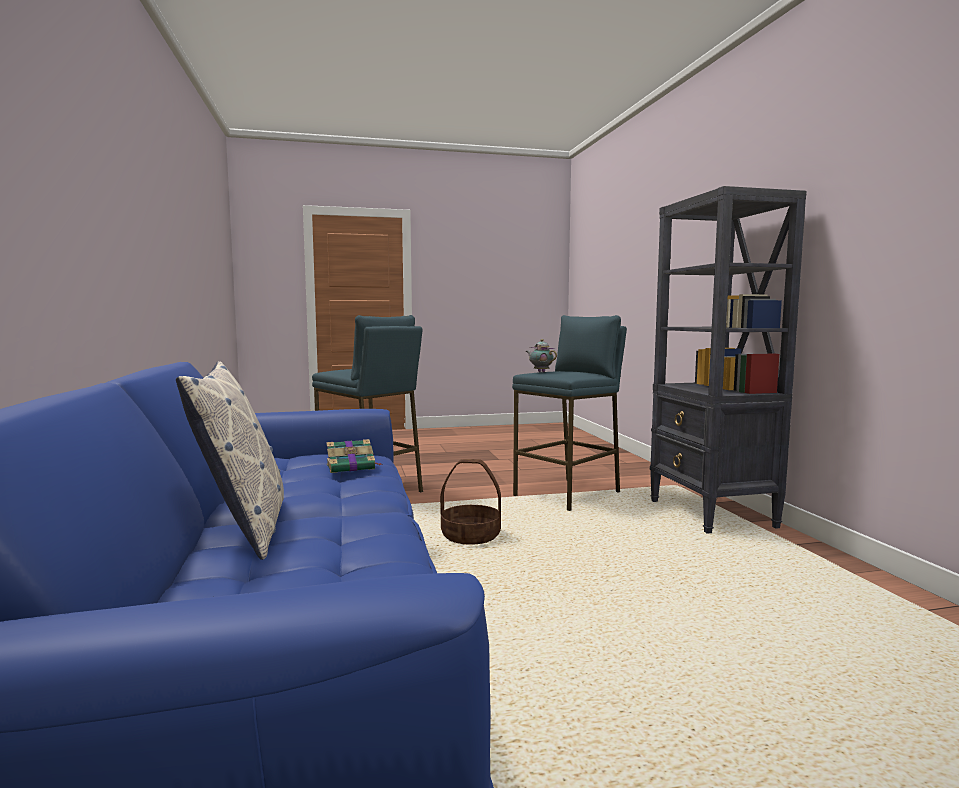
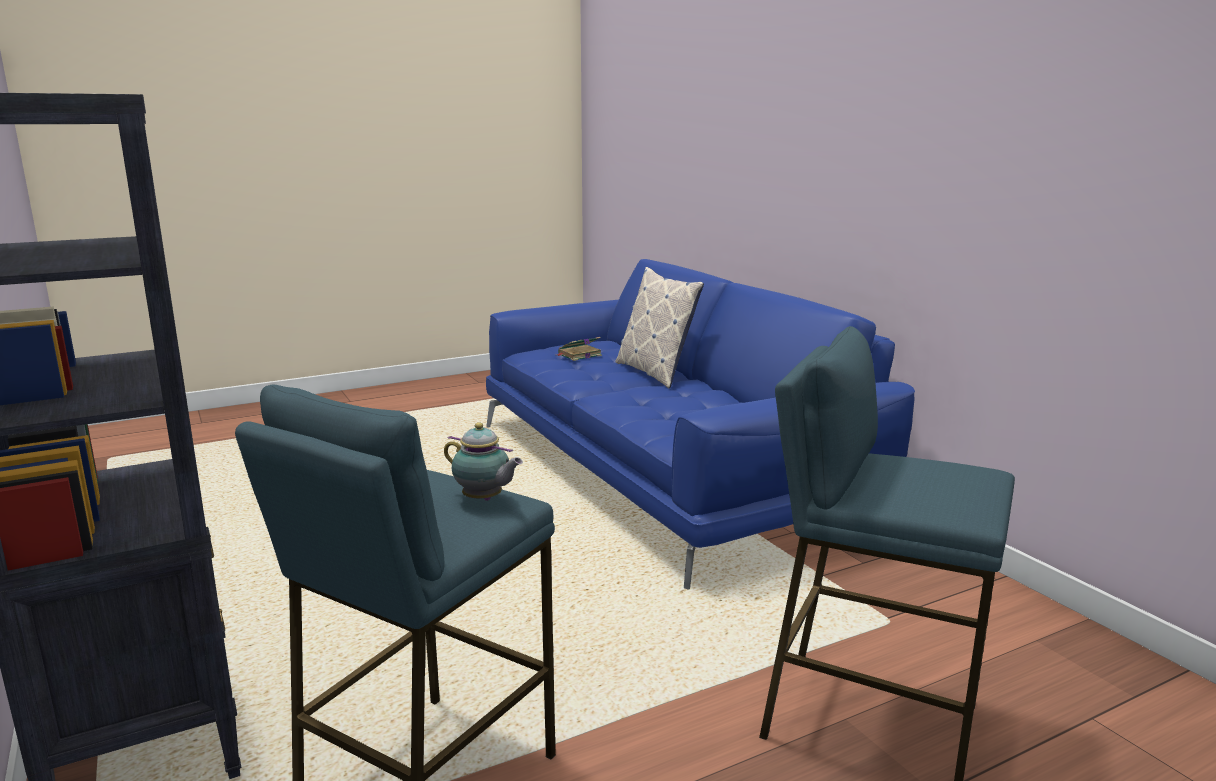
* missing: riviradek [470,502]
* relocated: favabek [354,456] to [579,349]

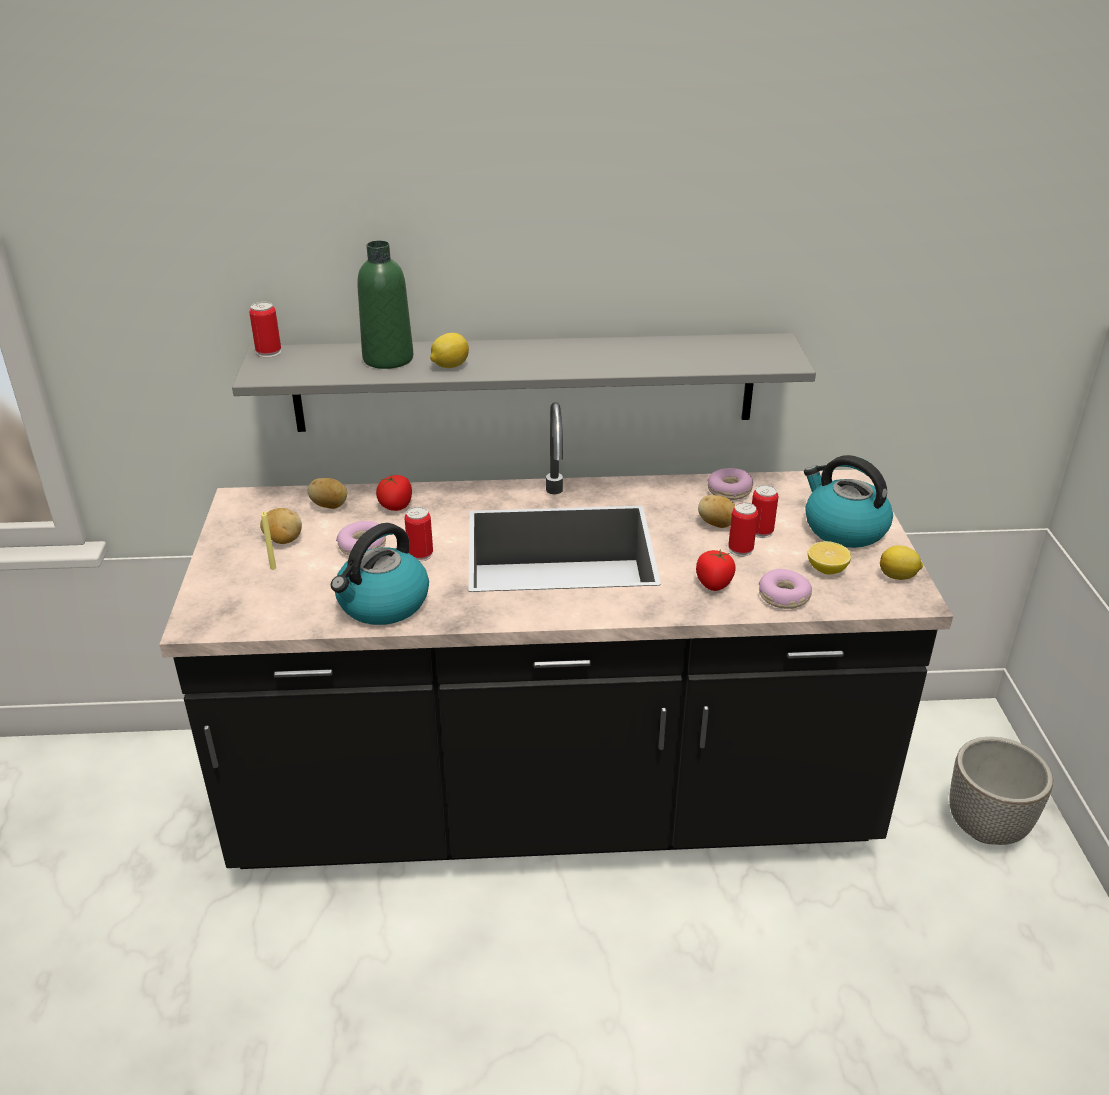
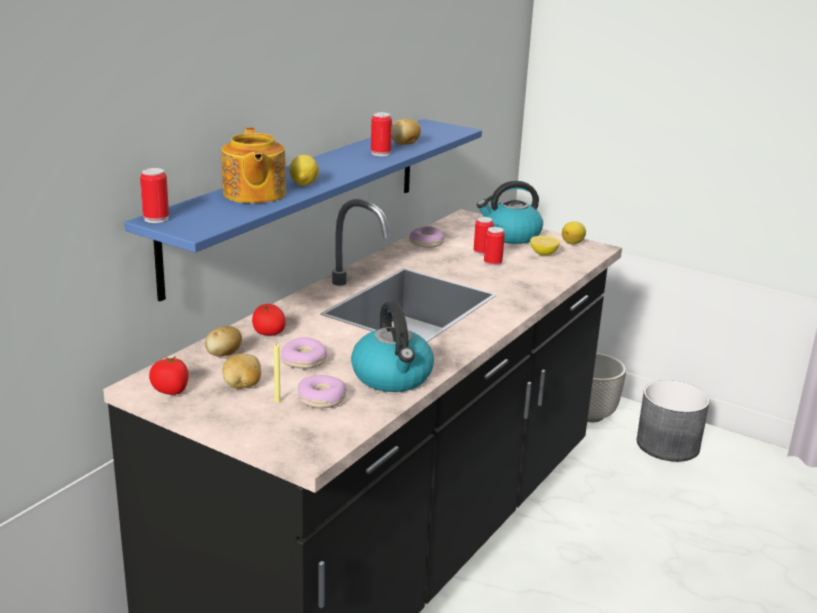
* appeared: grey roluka [673,421]
* relocated: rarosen [419,534] to [381,134]
* relocated: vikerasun [716,570] to [169,375]
* relocated: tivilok [716,511] to [406,132]
* relocated: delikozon [785,589] to [322,391]
* exchanged: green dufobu [385,305] to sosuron [253,165]
* colour: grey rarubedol [524,382] to blue rarubedol [303,210]

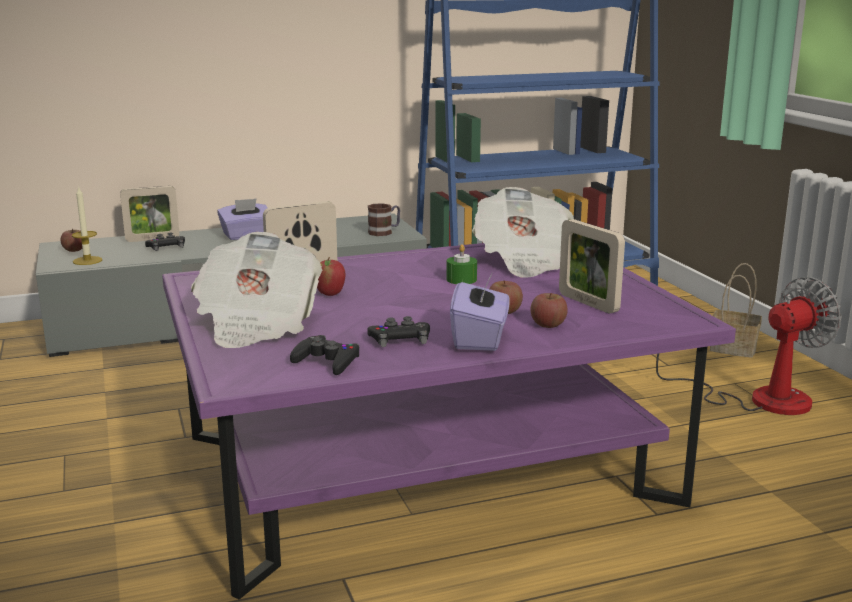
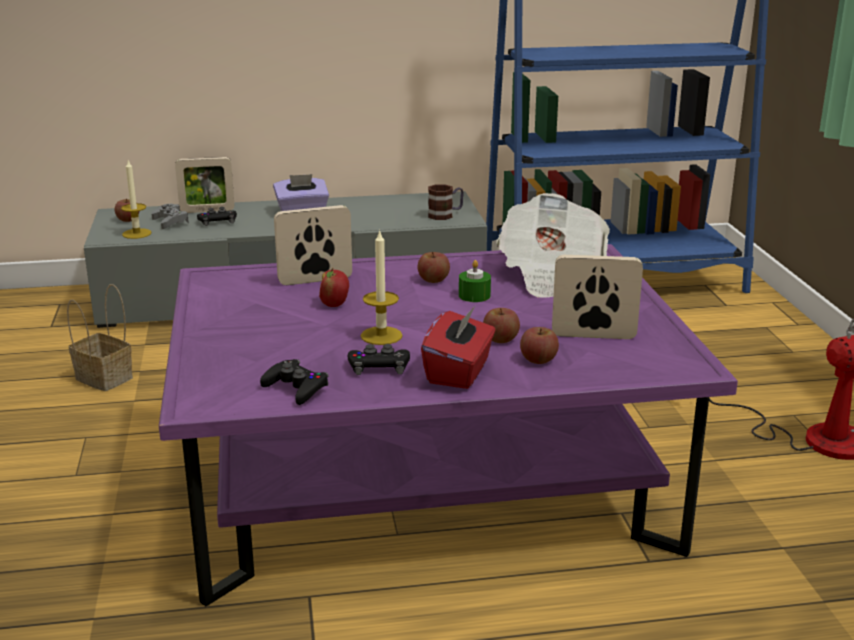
* missing: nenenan [256,290]
* appeared: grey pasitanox [170,216]
* appeared: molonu [382,287]
* appeared: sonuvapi [433,267]
* relocated: riviradek [736,310] to [100,337]
* colour: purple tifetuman [480,311] to red tifetuman [458,347]
* spun: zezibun [592,266] = [597,297] 120 degrees clockwise

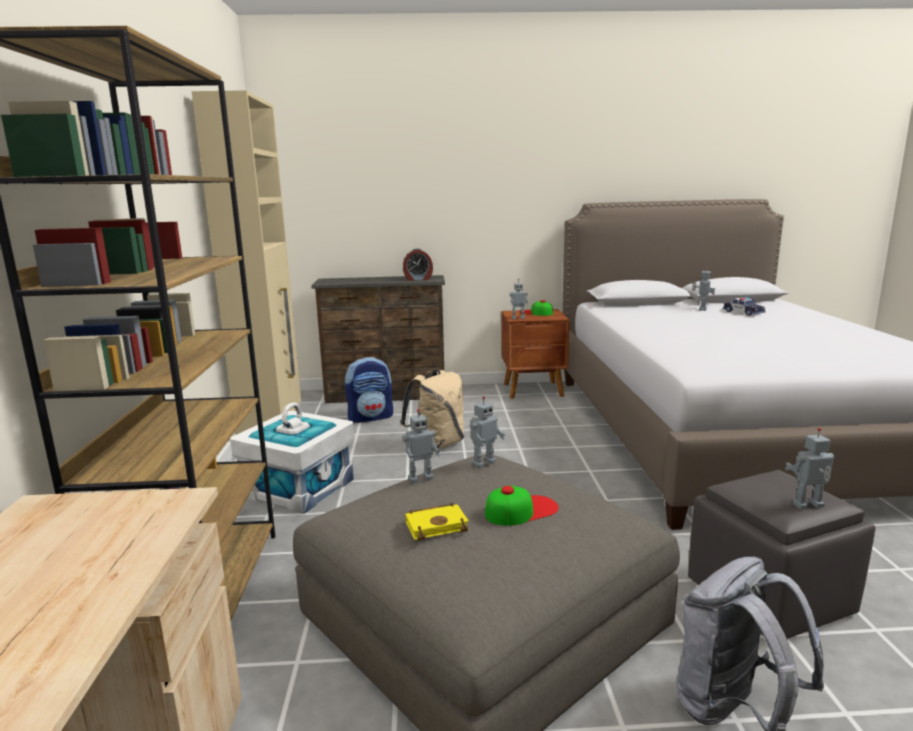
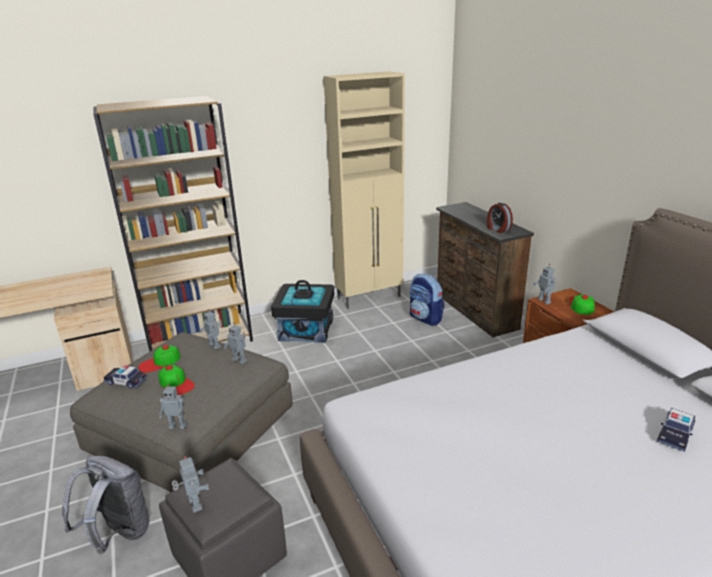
* missing: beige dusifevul [432,410]
* appeared: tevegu [125,377]
* relocated: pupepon [704,288] to [173,406]
* exchanged: yellow favabek [437,522] to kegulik [159,359]
* colour: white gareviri [292,458] to black gareviri [303,311]

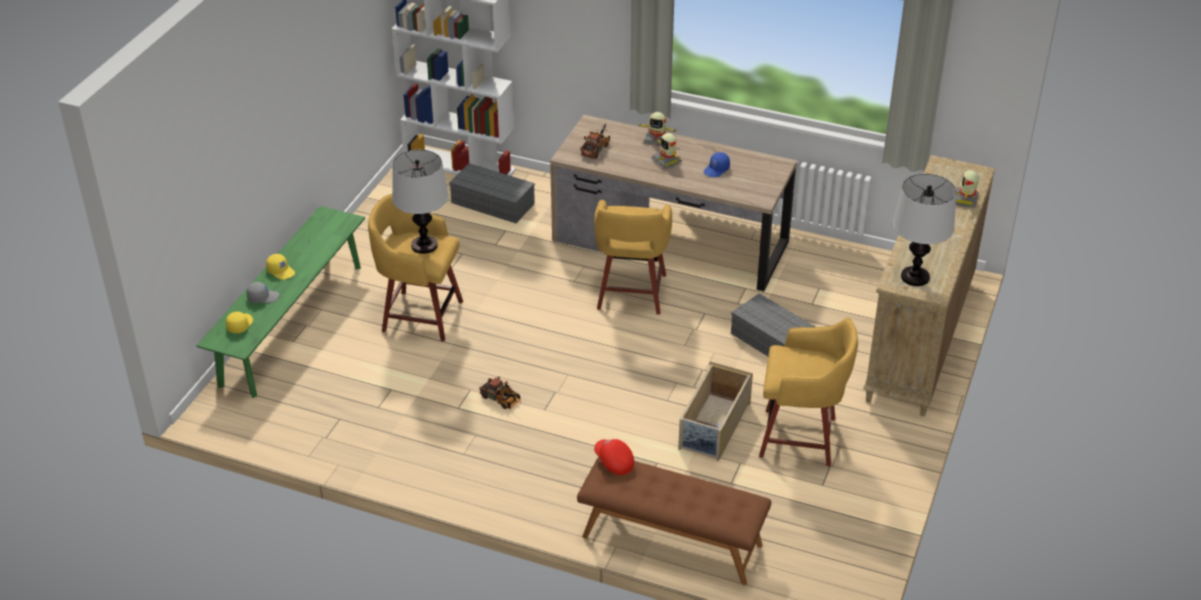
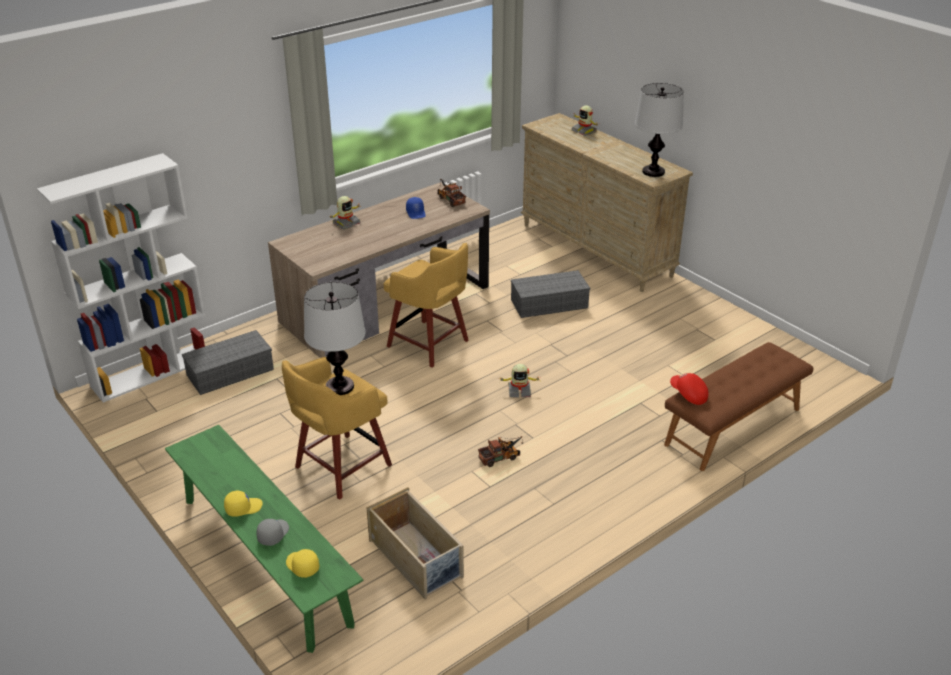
* missing: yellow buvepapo [808,392]
* relocated: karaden [595,141] to [452,192]
* relocated: pupepon [666,151] to [519,381]
* relocated: beige gareviri [715,411] to [415,543]
* spun: red kegulik [614,457] = [689,389] 60 degrees clockwise

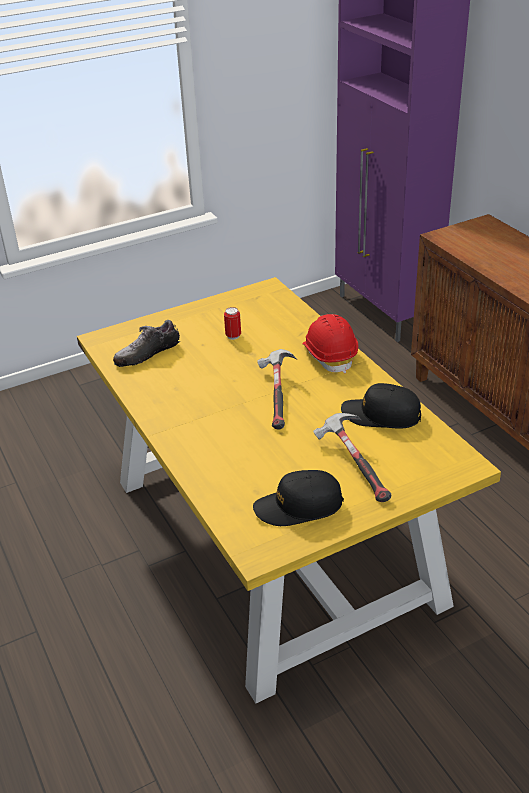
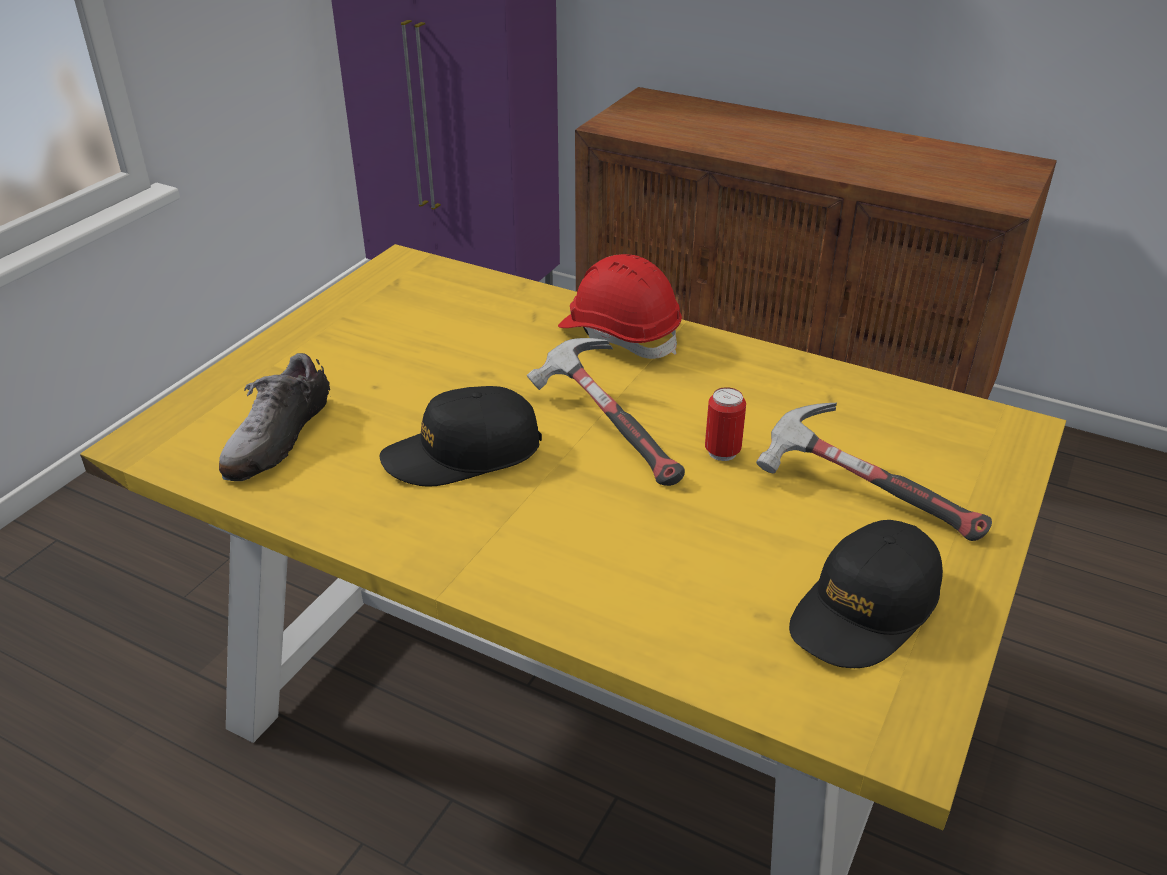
* relocated: rarosen [232,323] to [725,424]
* relocated: black kegulik [381,405] to [461,436]

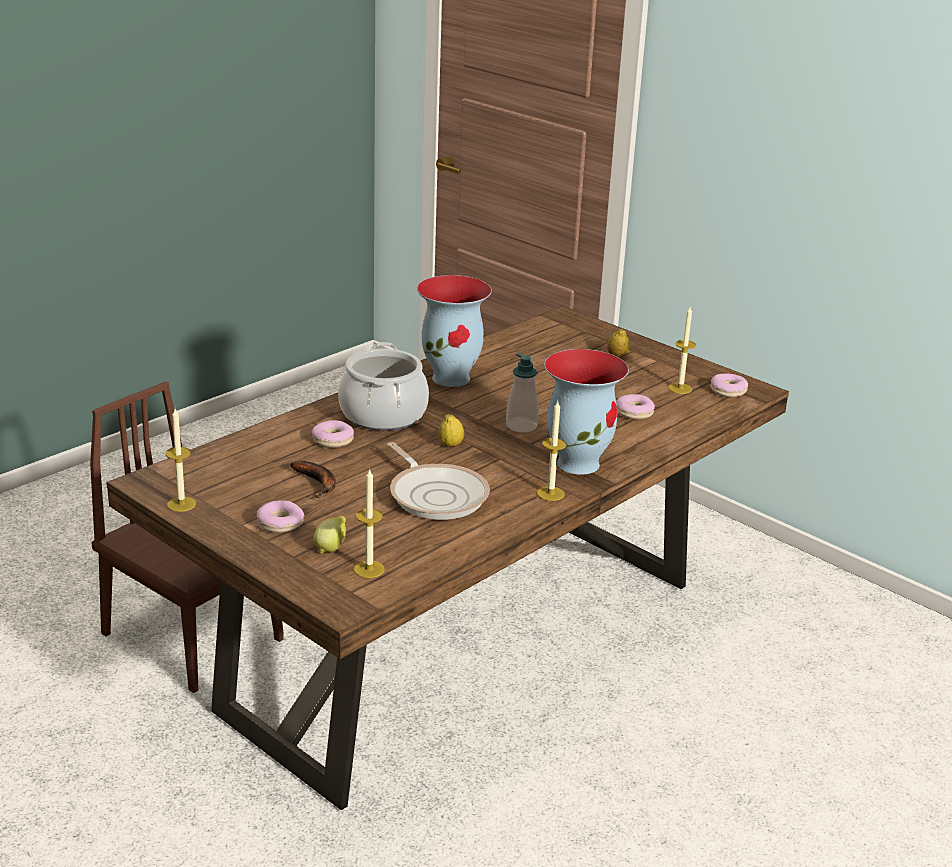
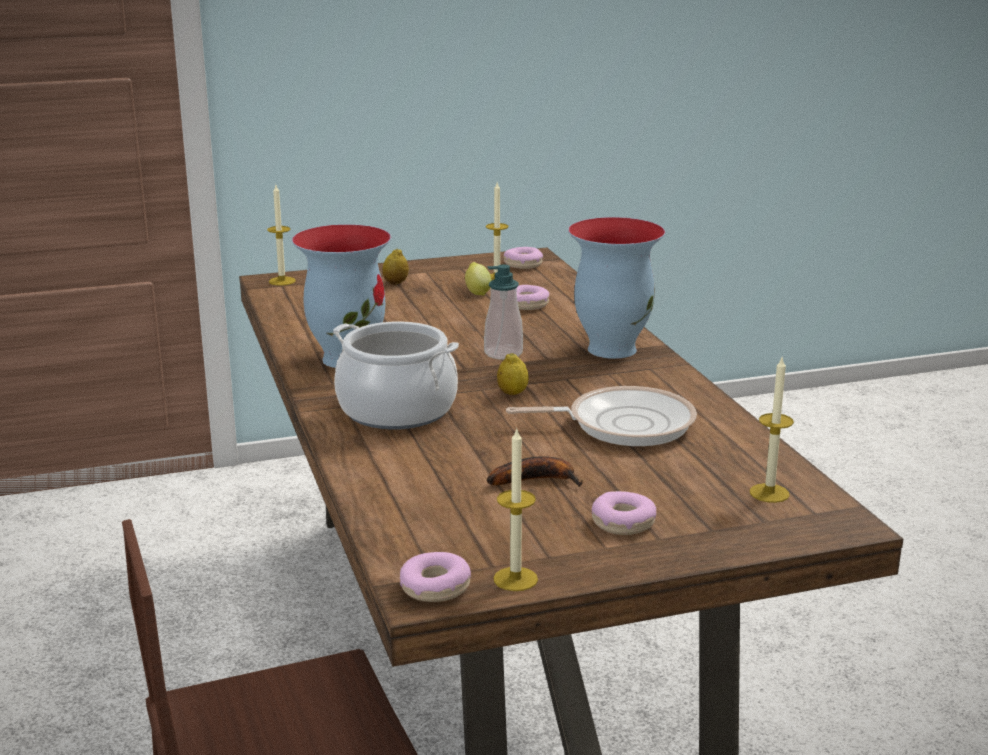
* relocated: delikozon [333,434] to [435,577]
* relocated: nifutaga [330,534] to [478,278]
* relocated: molonu [552,451] to [281,235]

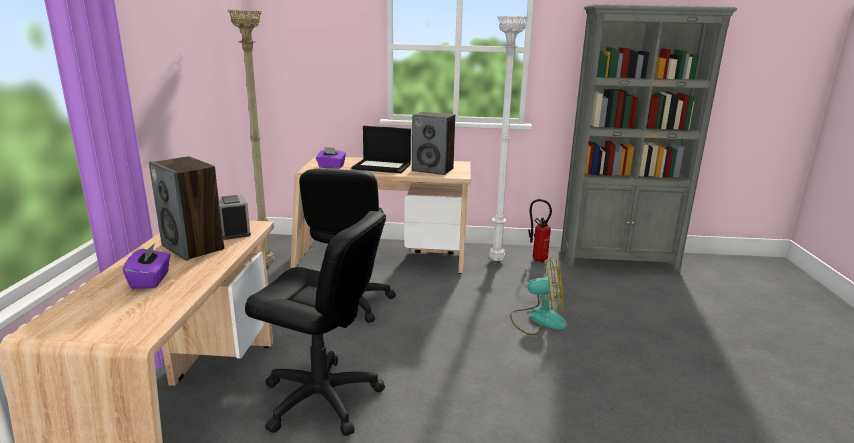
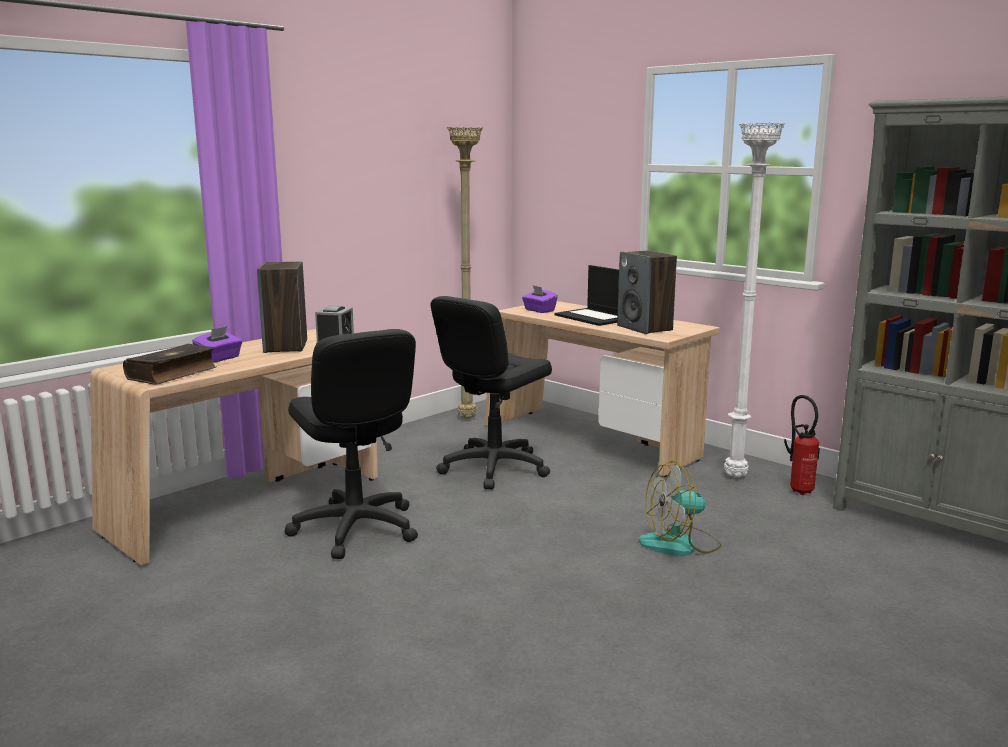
* appeared: favabek [170,364]
* spun: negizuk [538,296] = [680,509] 120 degrees clockwise

